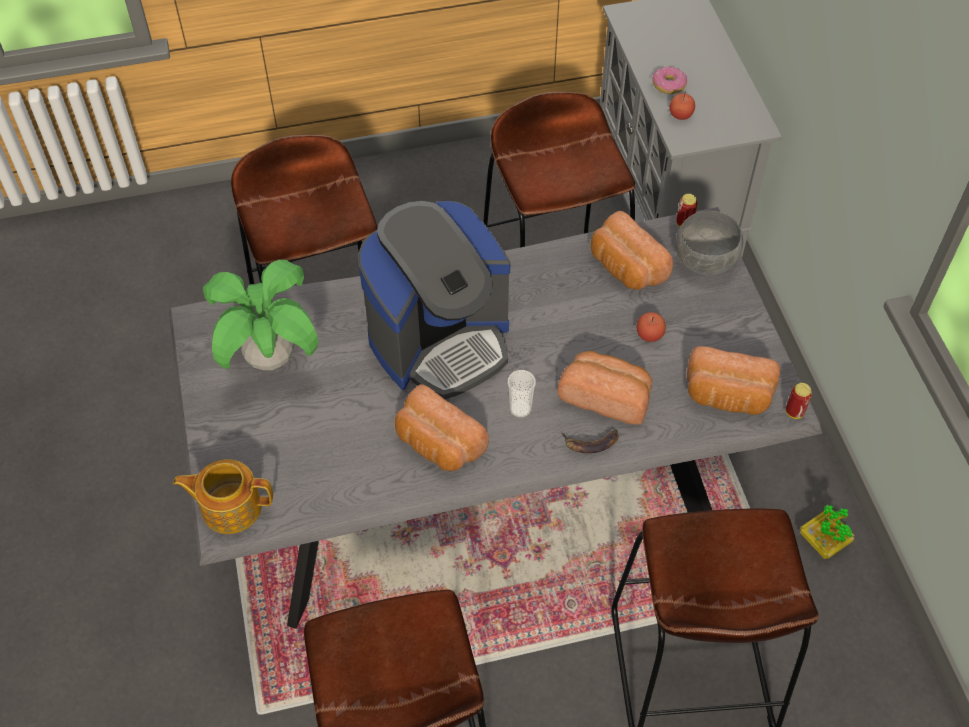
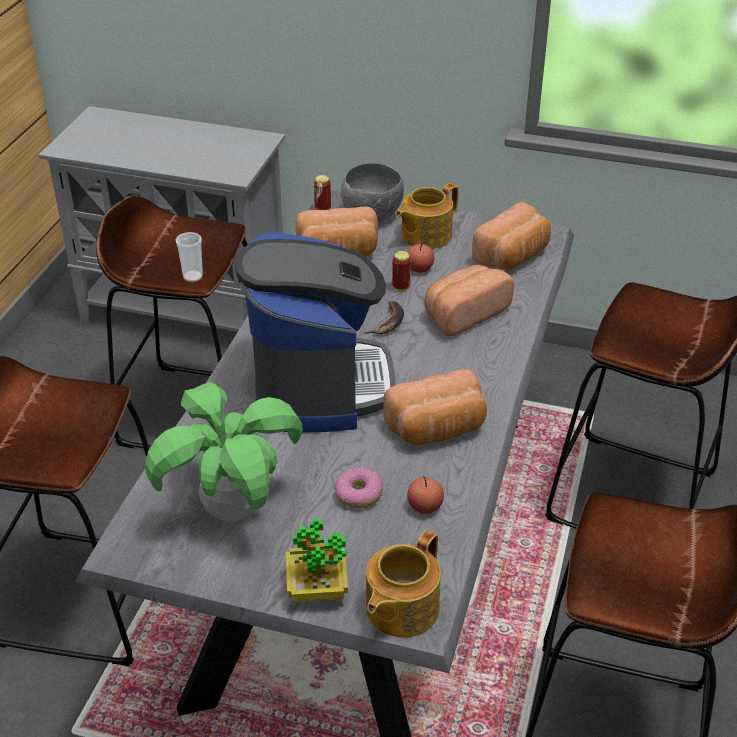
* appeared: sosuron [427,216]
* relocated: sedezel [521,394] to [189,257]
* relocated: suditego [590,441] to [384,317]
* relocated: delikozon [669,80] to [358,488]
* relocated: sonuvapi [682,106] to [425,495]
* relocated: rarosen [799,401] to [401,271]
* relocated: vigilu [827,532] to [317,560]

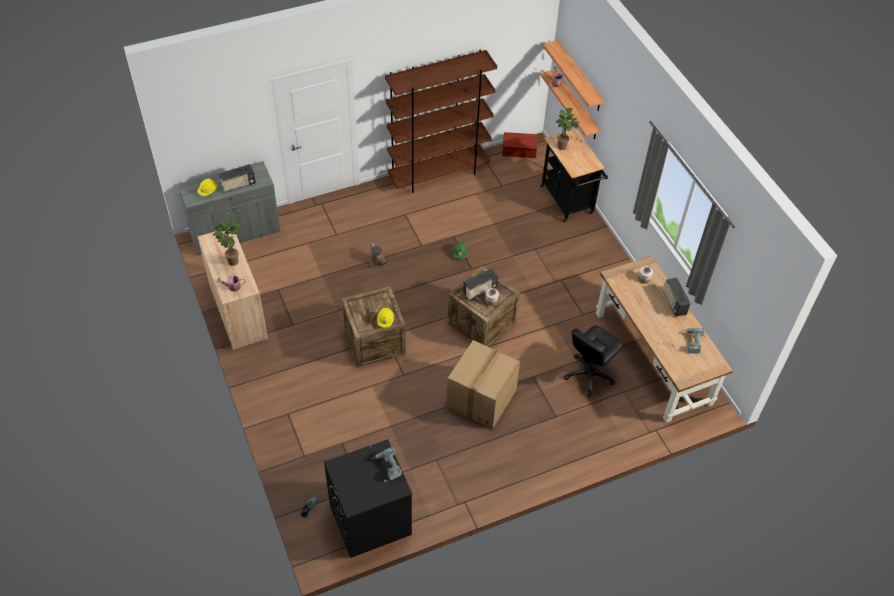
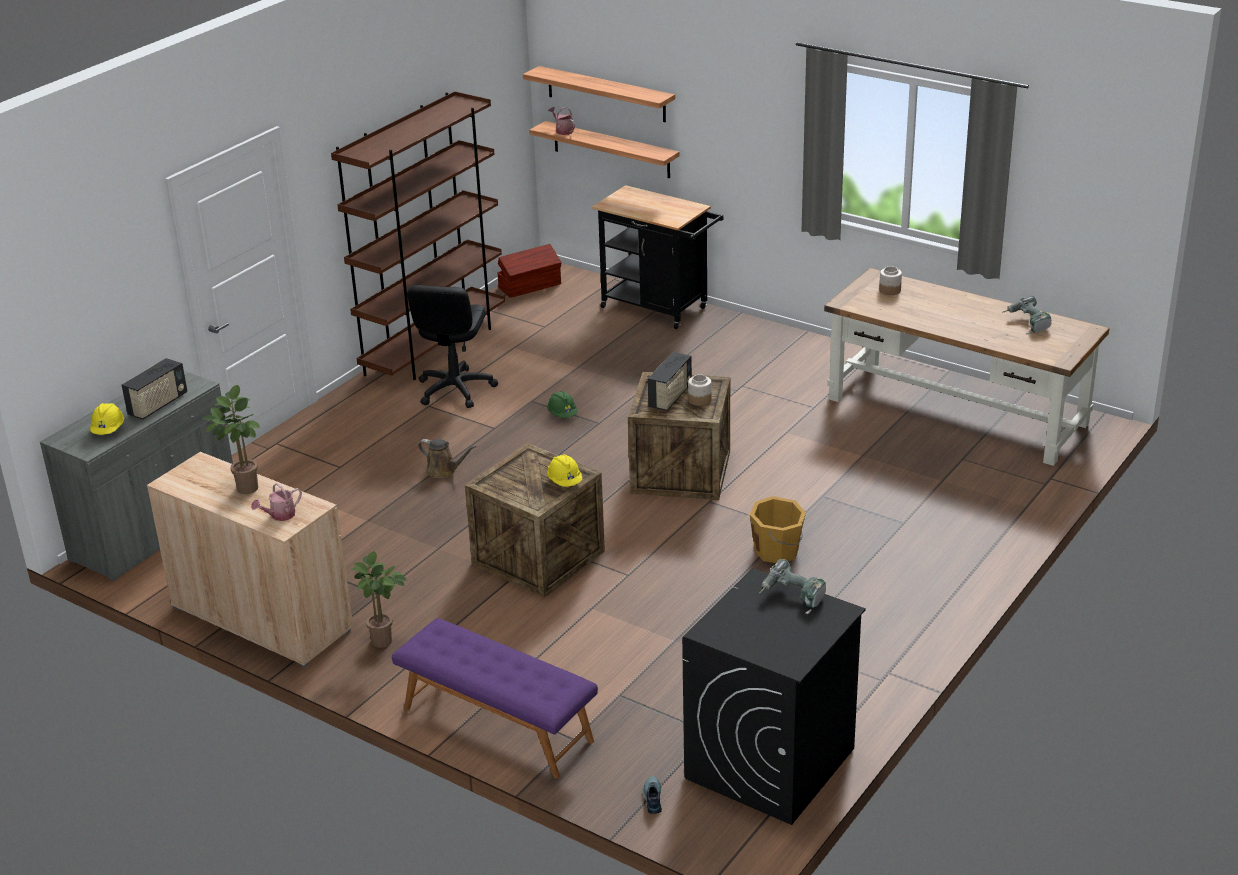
* missing: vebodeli [677,297]
* appeared: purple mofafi [495,698]
* relocated: vigilu [567,129] to [379,599]
* relocated: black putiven [593,361] to [452,346]
* exchanged: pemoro [483,384] to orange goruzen [778,529]

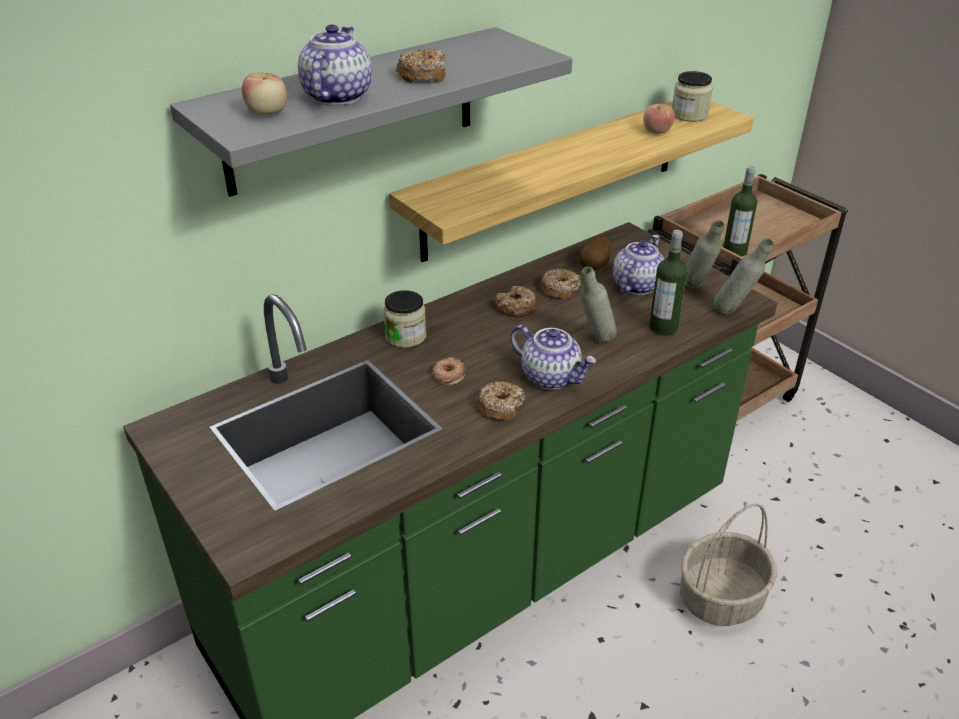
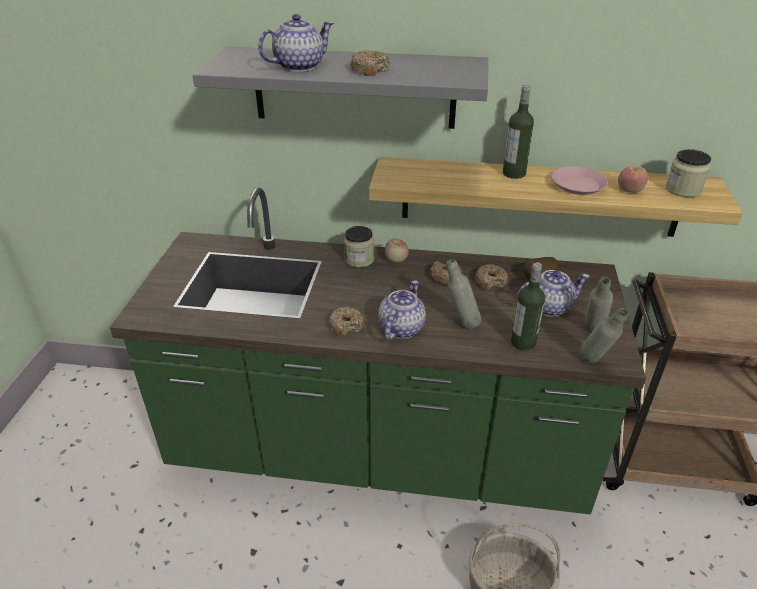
* missing: delikozon [448,371]
* appeared: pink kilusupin [579,180]
* relocated: sonuvapi [264,94] to [397,250]
* relocated: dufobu [740,211] to [518,132]
* spun: sosuron [553,357] = [402,310] 150 degrees counterclockwise

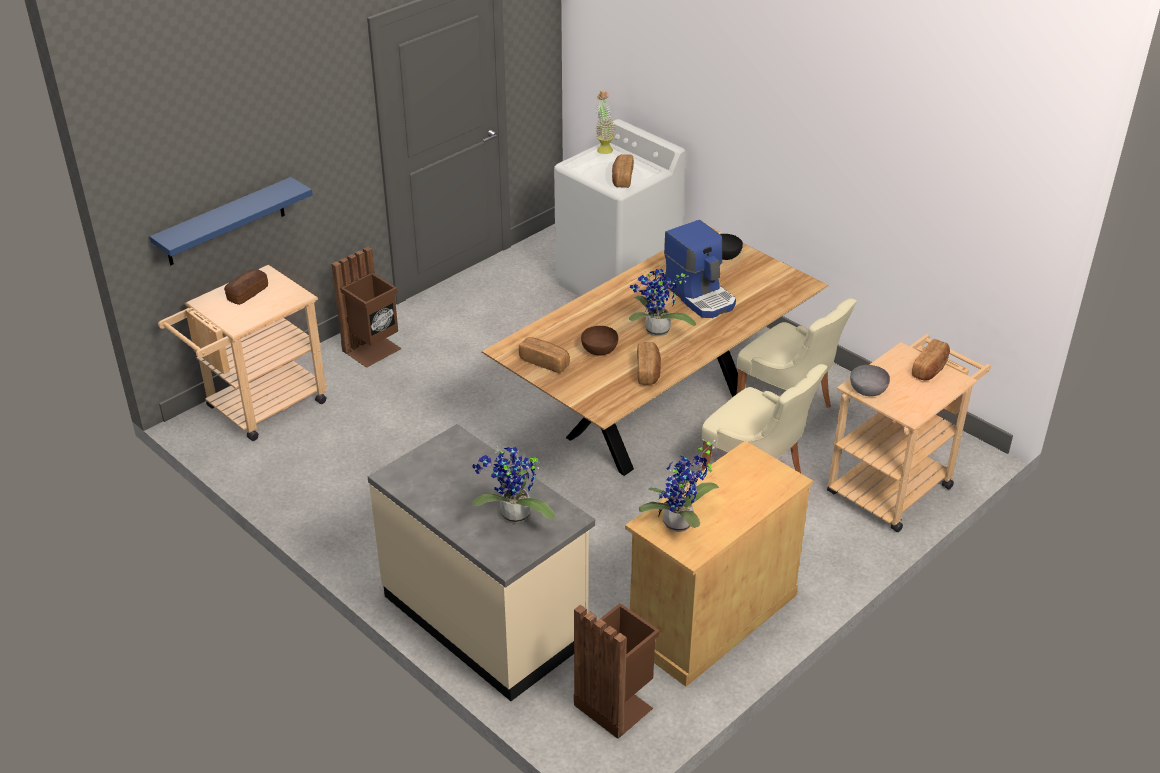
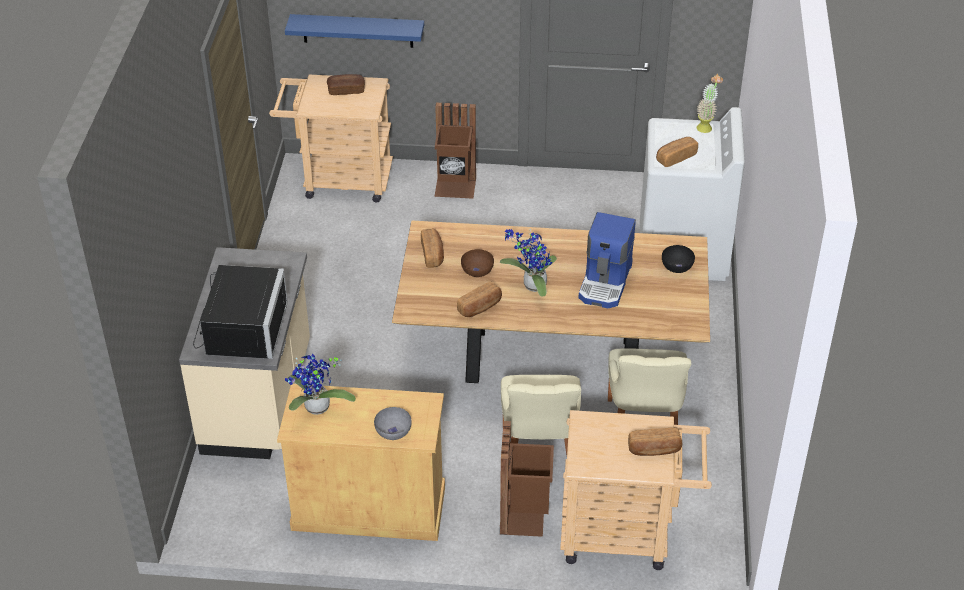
* relocated: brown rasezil [617,671] to [527,479]
* relocated: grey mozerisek [870,381] to [393,423]
* exchanged: vigilu [513,484] to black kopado [240,312]

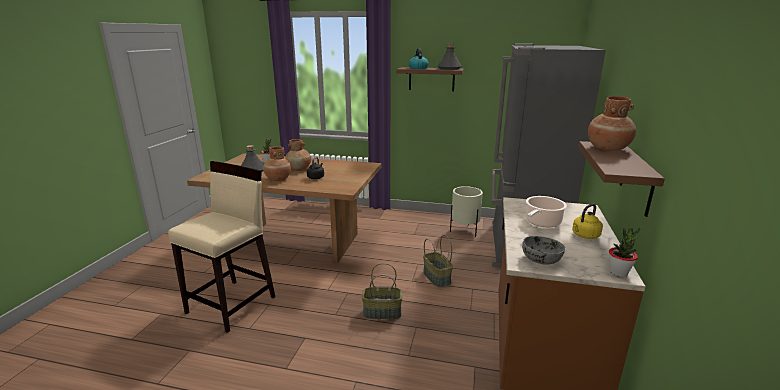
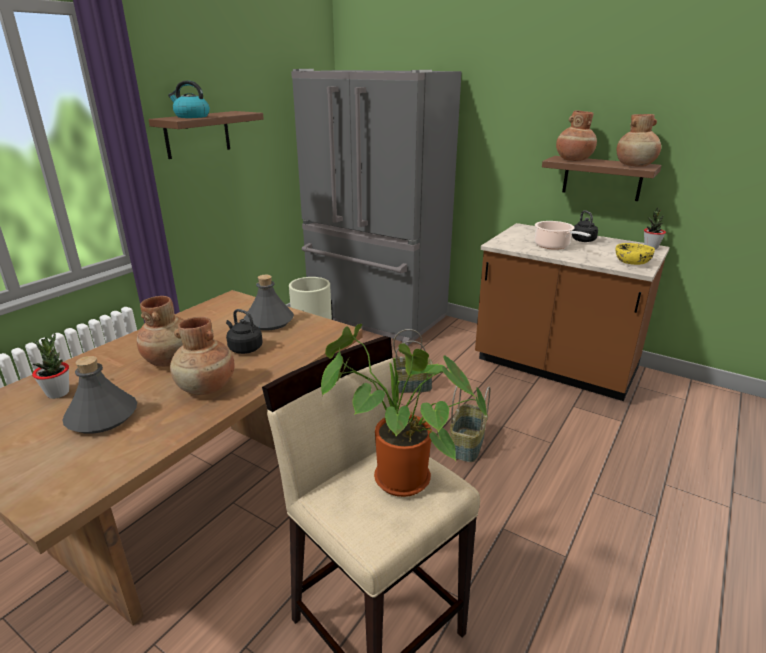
* appeared: vigilu [404,410]
* appeared: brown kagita [639,140]
* relocated: grey dufobu [449,56] to [269,303]
* colour: grey mozerisek [543,250] to yellow mozerisek [635,254]
* colour: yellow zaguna [587,221] to black zaguna [585,226]

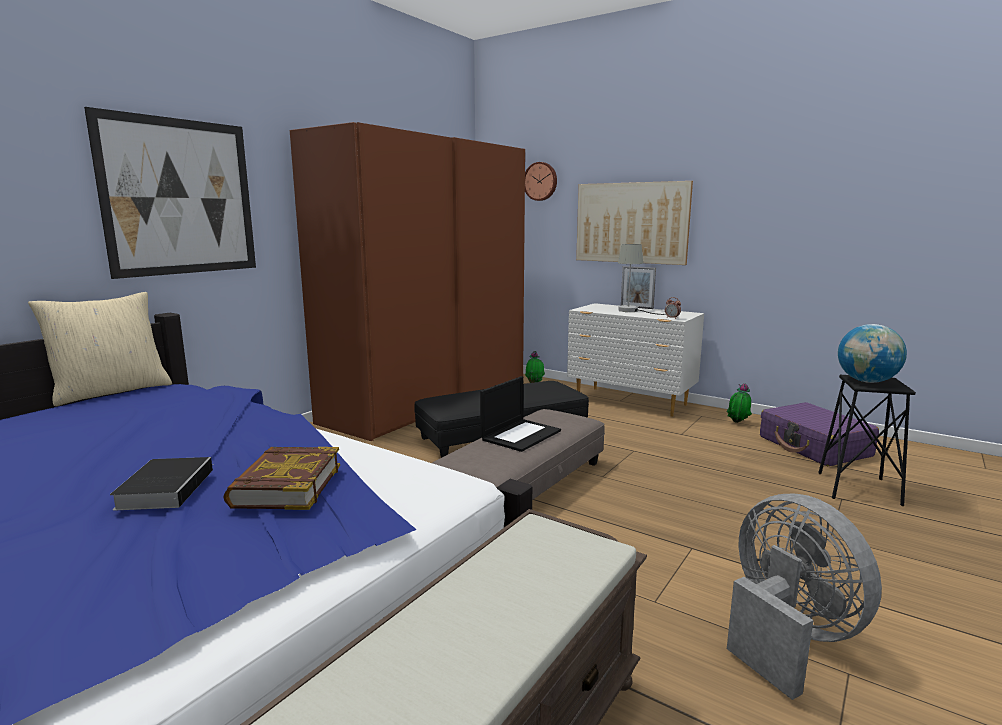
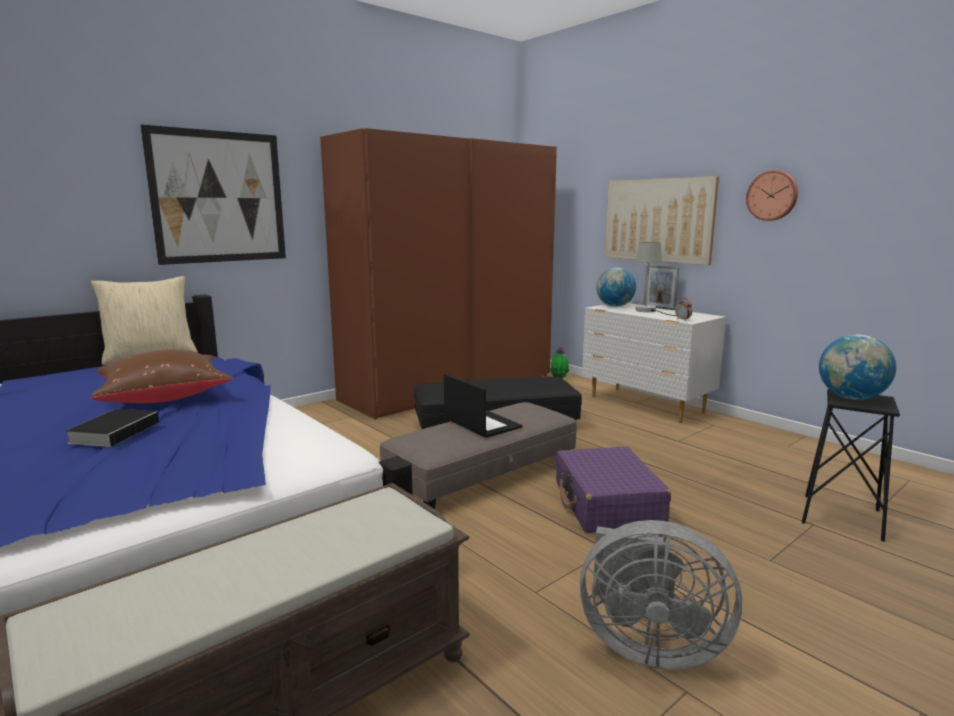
* missing: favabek [281,478]
* missing: vigilu [739,403]
* appeared: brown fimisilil [162,376]
* appeared: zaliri [616,287]
* relocated: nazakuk [541,181] to [772,195]
* relocated: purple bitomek [819,434] to [613,490]
* spun: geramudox [520,414] = [483,406] 90 degrees counterclockwise
* spun: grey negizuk [804,597] = [661,595] 120 degrees clockwise

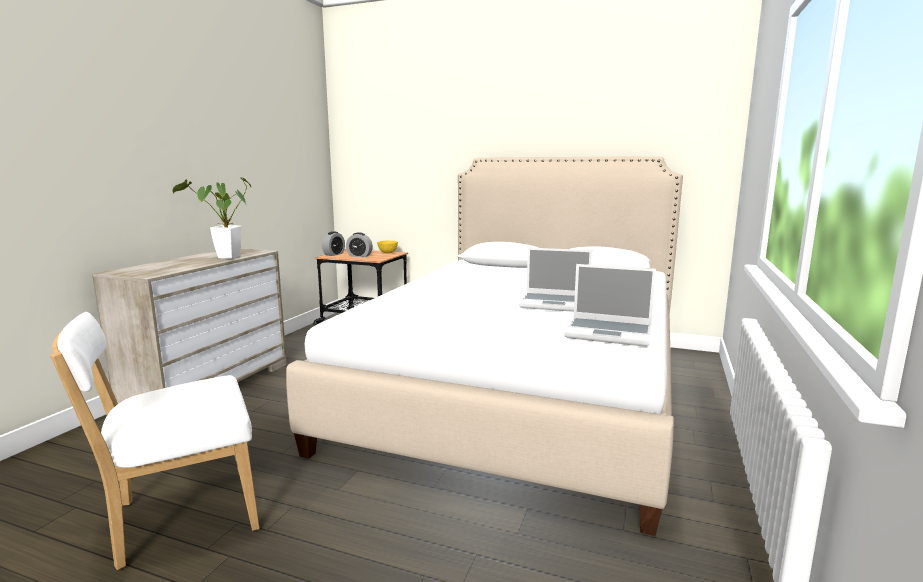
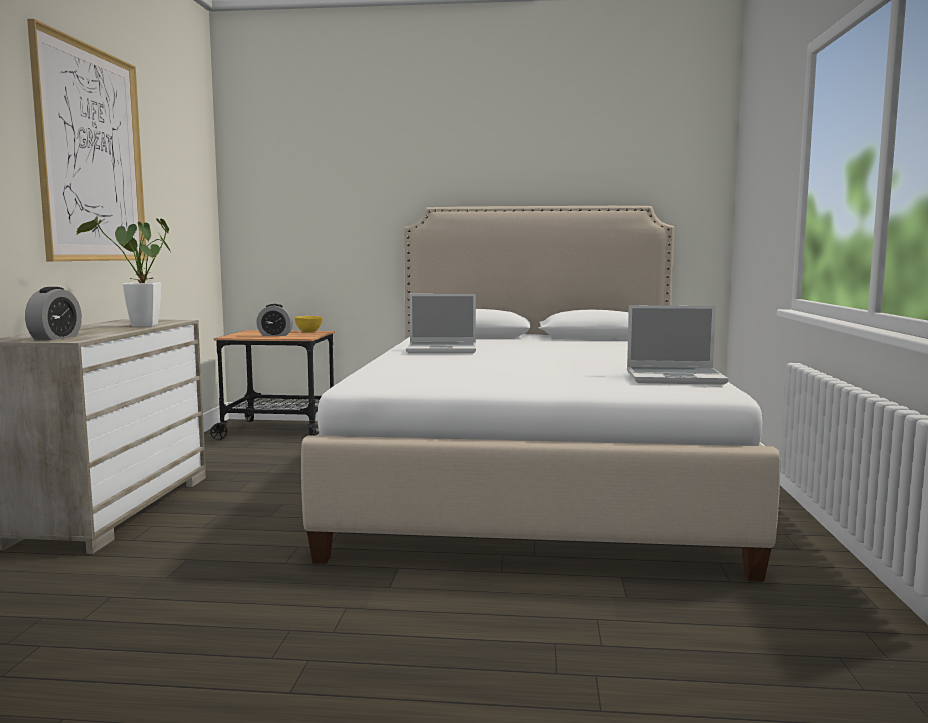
* missing: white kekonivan [154,441]
* appeared: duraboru [87,140]
* relocated: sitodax [333,243] to [53,313]
* relocated: geramudox [555,280] to [441,324]

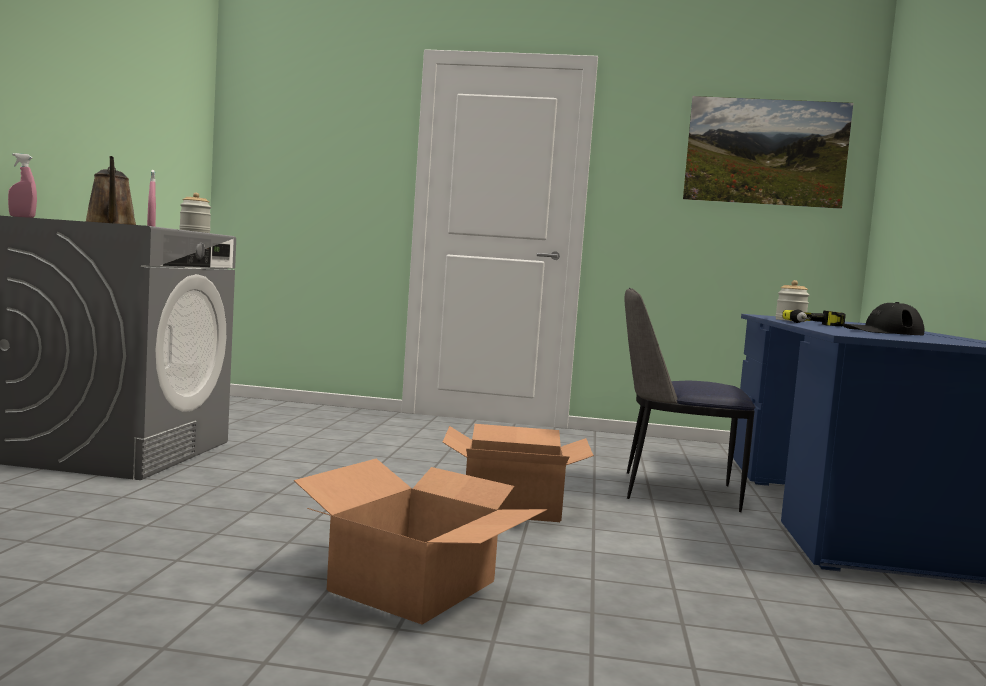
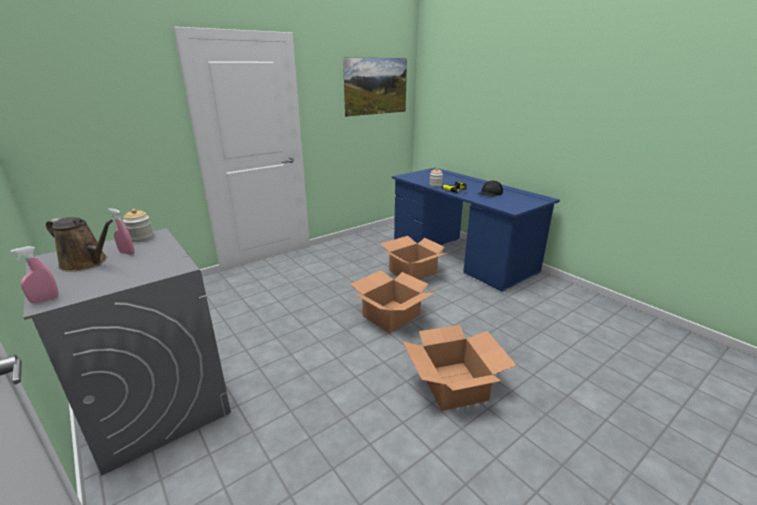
* exchanged: kekonivan [690,400] to pemoro [414,258]

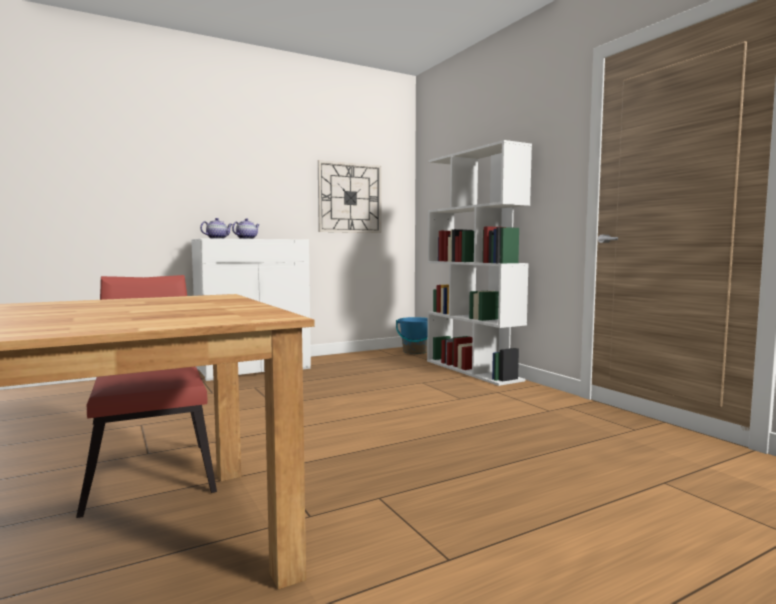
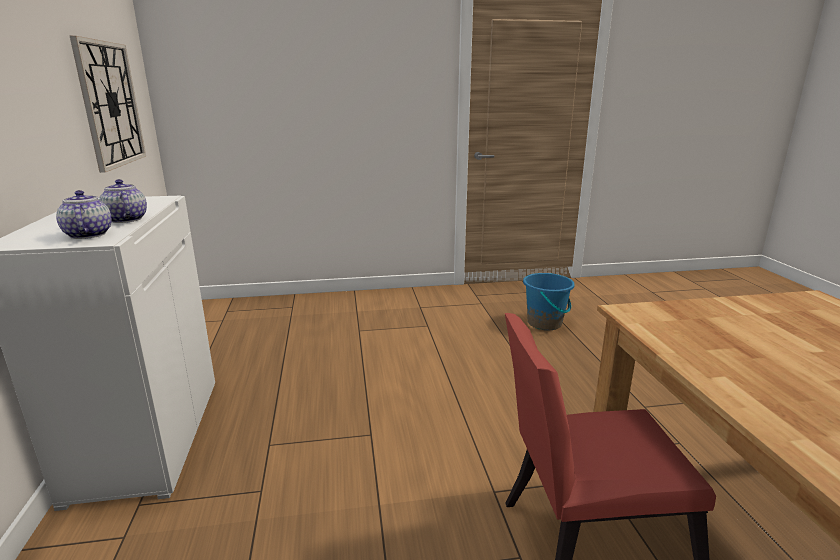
* missing: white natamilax [479,263]
* relocated: blue goruzen [412,335] to [549,301]

